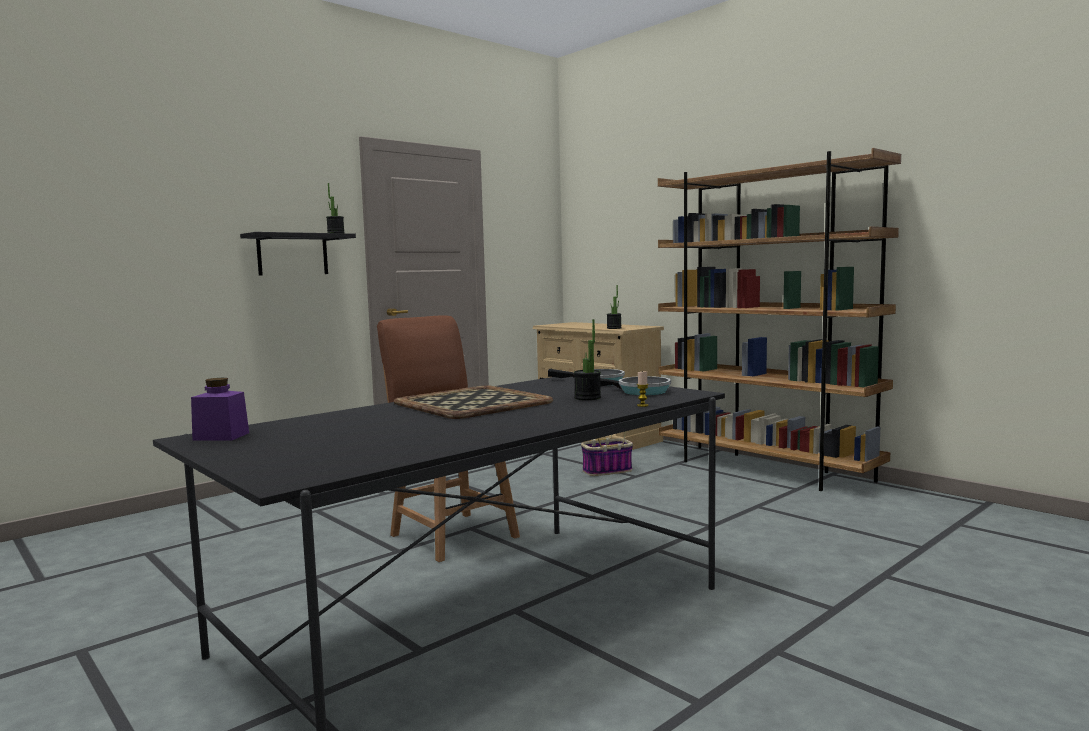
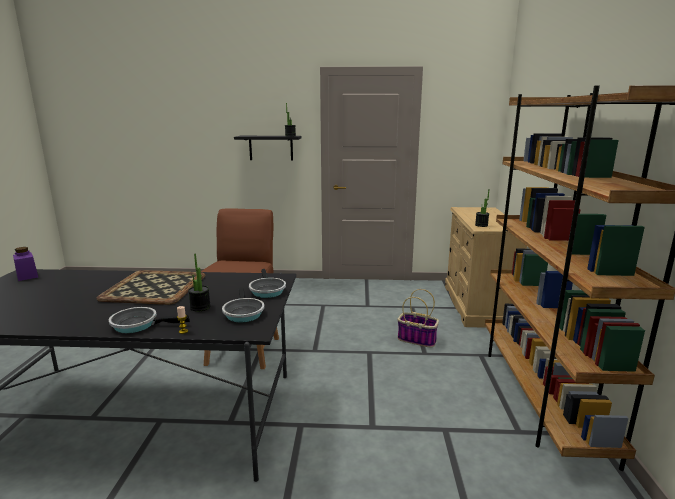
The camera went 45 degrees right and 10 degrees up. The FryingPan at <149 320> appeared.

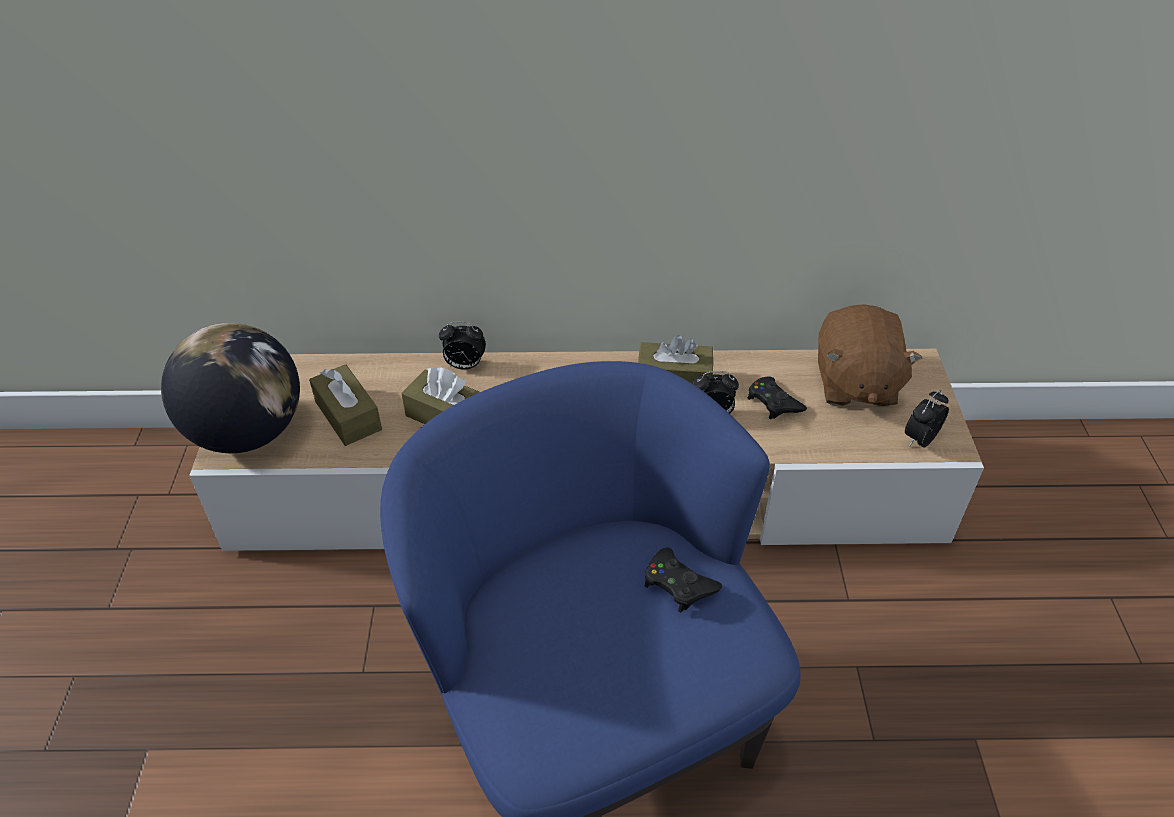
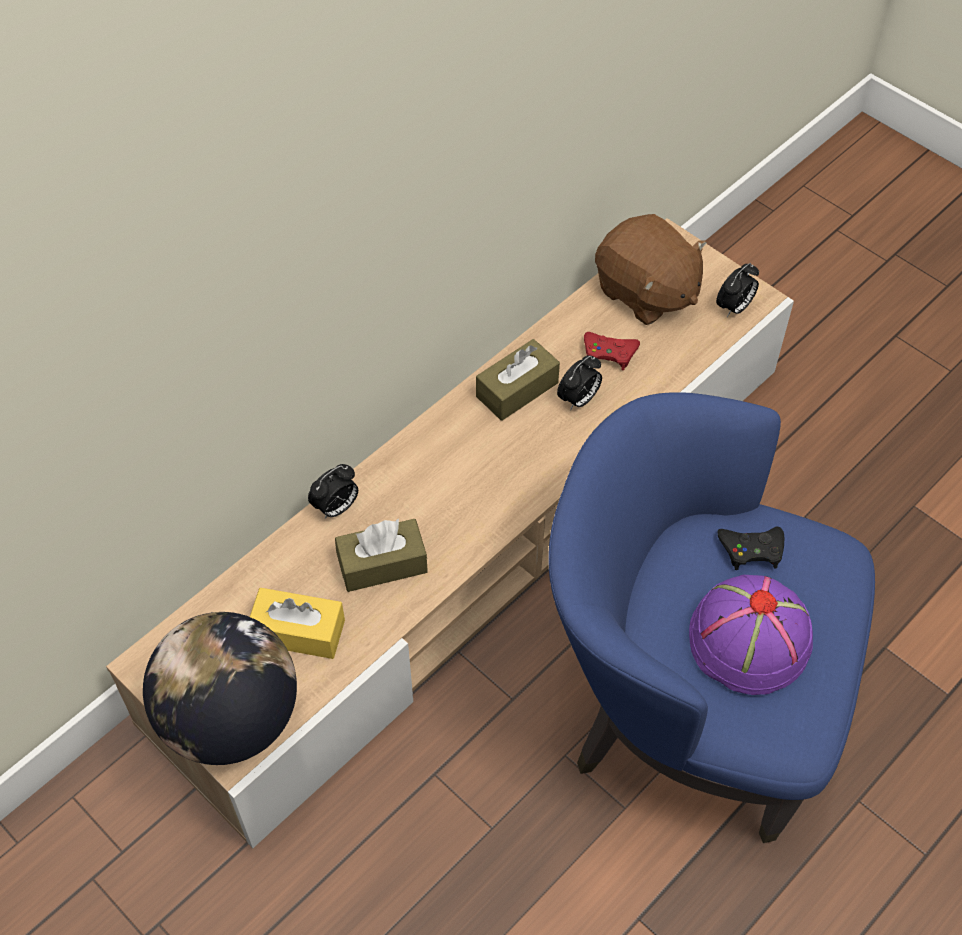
The camera went 45 degrees left and 10 degrees up. The BrownTissueBox at <345 405> became the YellowTissueBox at <297 623>. The BlackGameController at <777 397> became the RedGameController at <612 351>. The AlarmClock at <927 419> turned 135 degrees counterclockwise. The PurpleHat at <751 635> appeared.

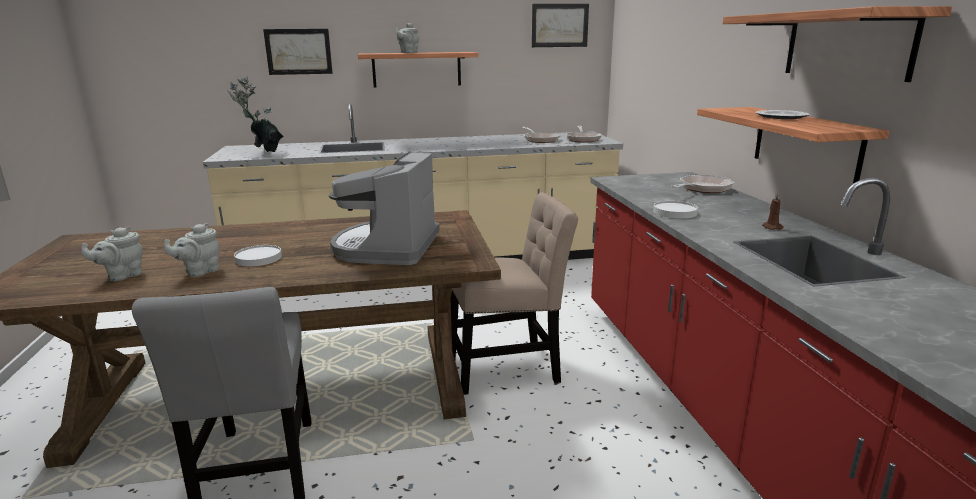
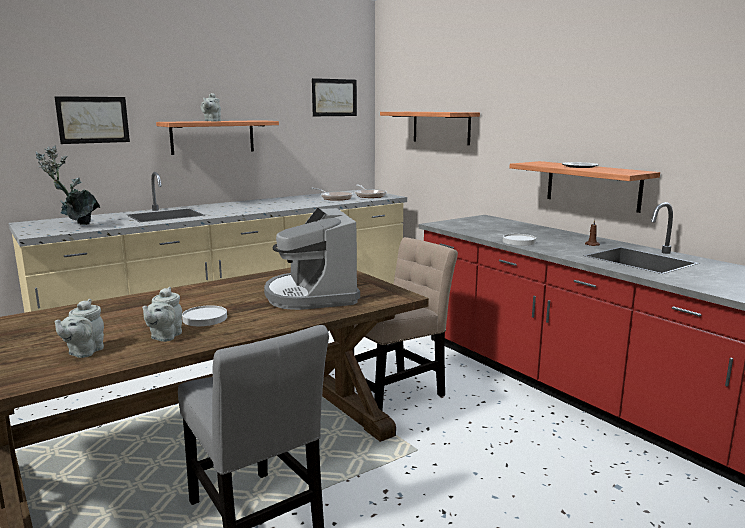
The camera went 25 degrees left and 5 degrees down. The FryingPan at <703 184> disappeared. The Shelf moved from <837 44> to <430 128>.

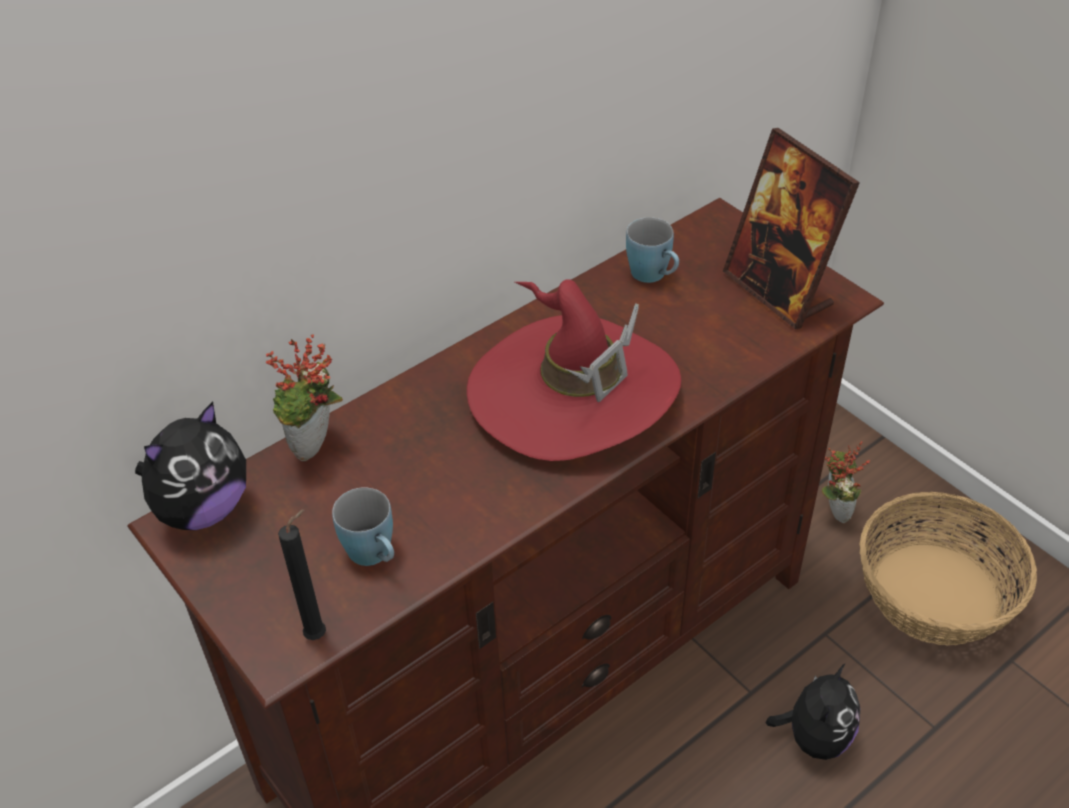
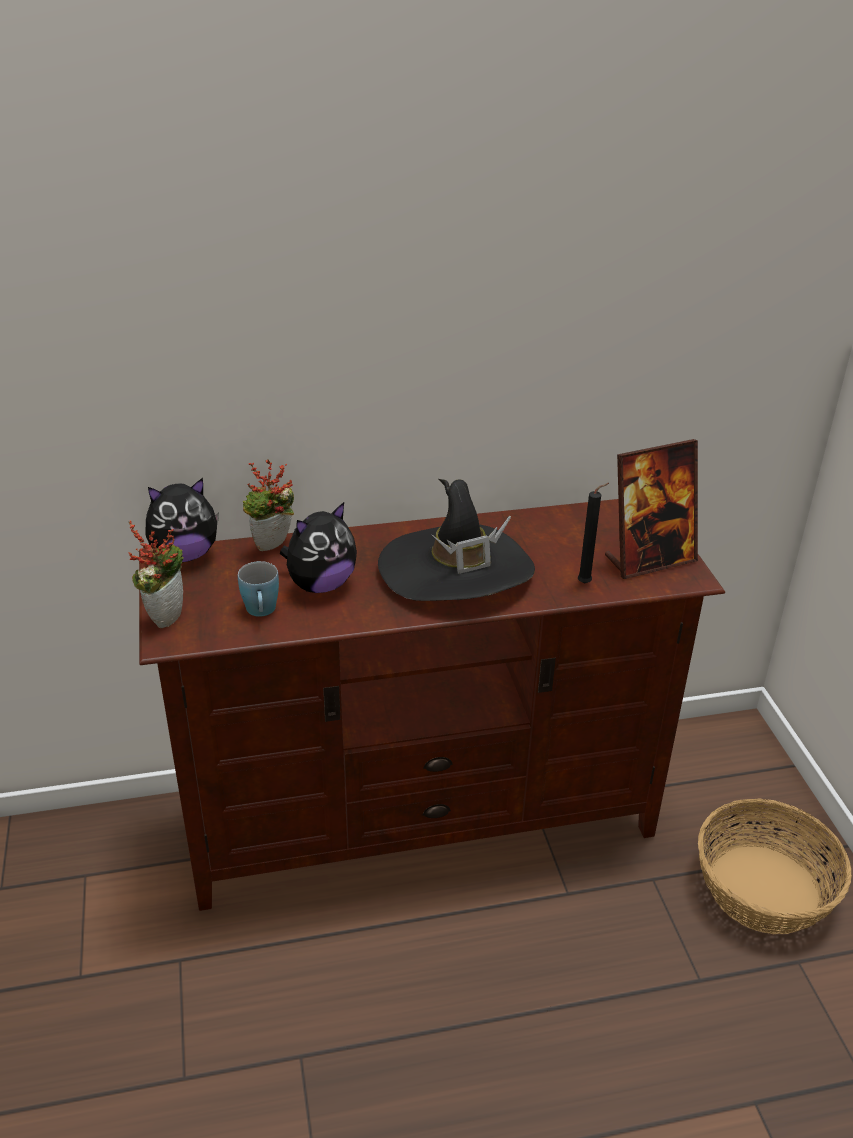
The camera went 25 degrees right and 10 degrees down. The BlackCandle moved from <302 574> to <593 533>. The RedHat at <574 370> became the BlackHat at <456 540>. The BlueMug at <652 250> disappeared. The PictureFrame at <791 229> turned 105 degrees counterclockwise. The PlushToy moved from <813 712> to <318 547>. The PottedPlant moved from <846 482> to <156 574>.

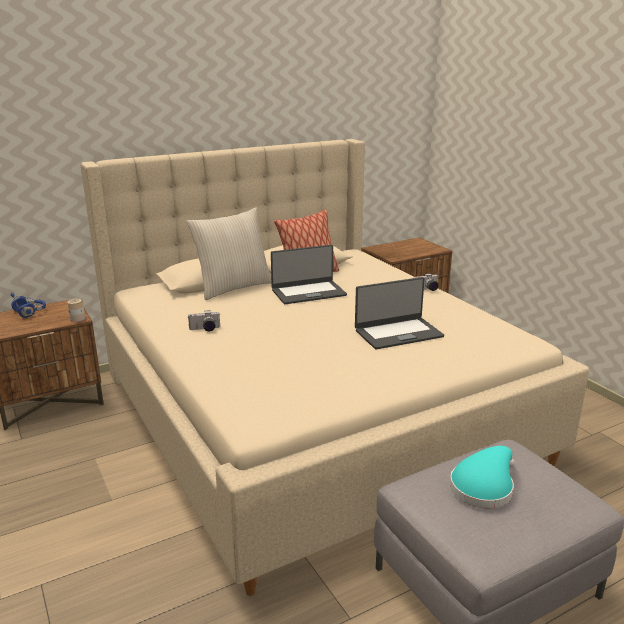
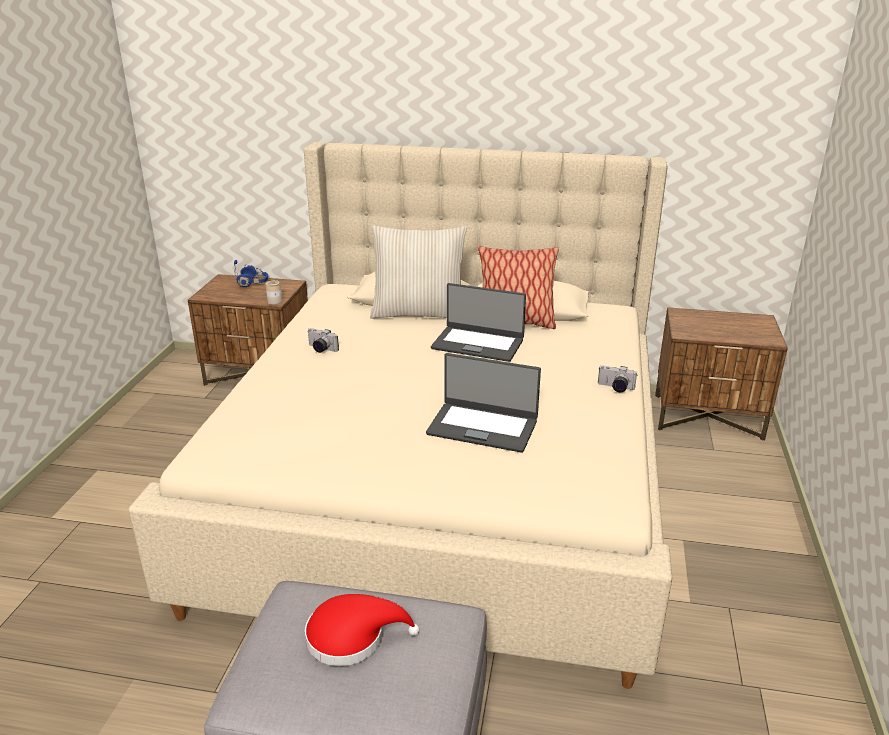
The camera went 40 degrees right and 5 degrees up. The TurquoiseHat at <482 477> became the RedHat at <362 630>.

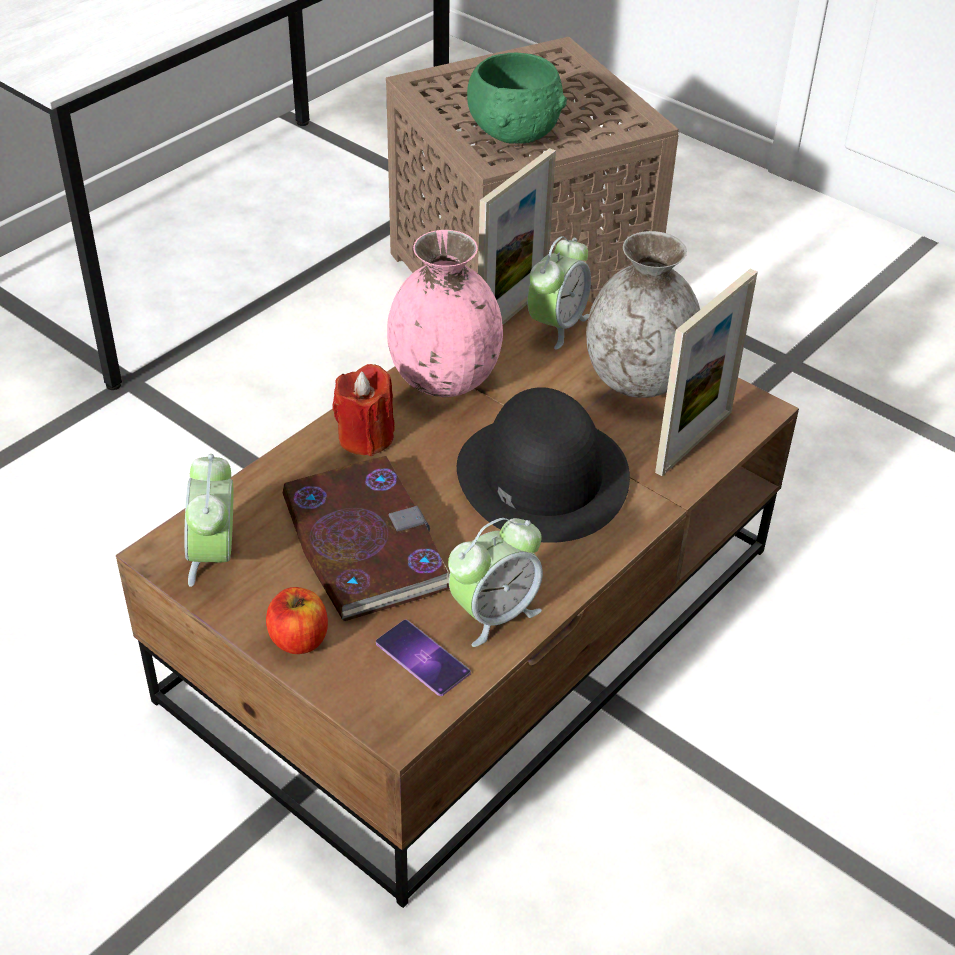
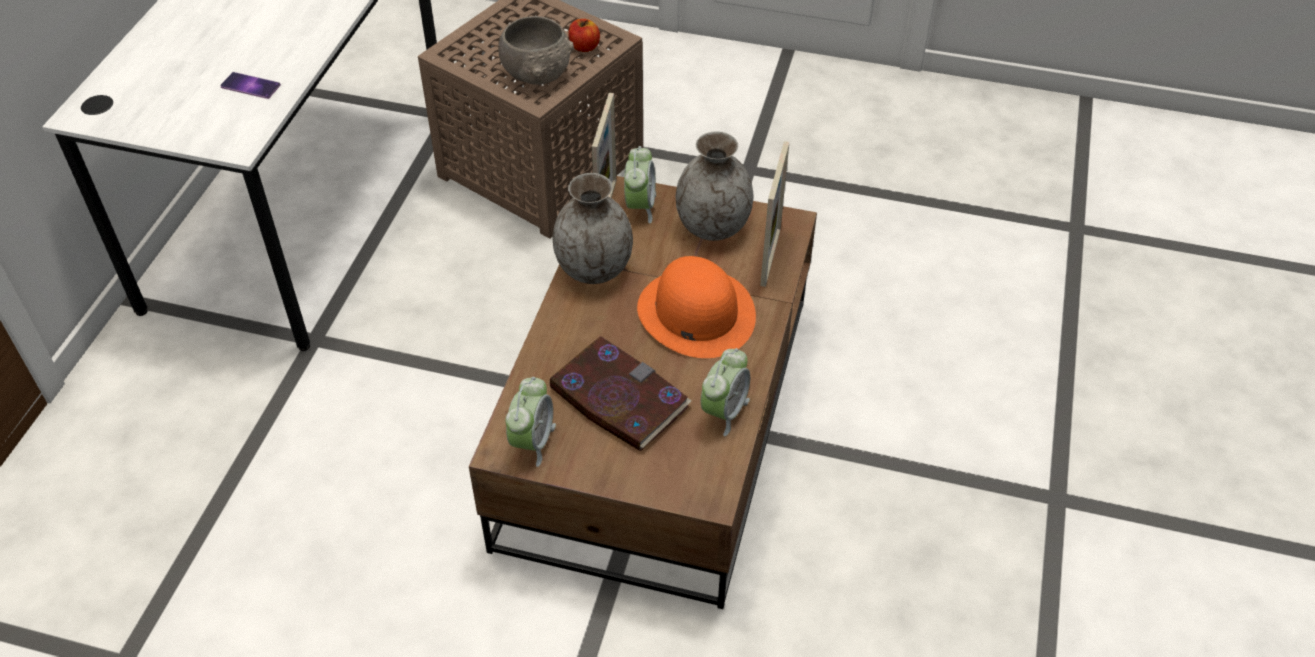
The camera went 25 degrees left and 5 degrees up. The AlarmClock at <208 520> turned 135 degrees counterclockwise. The Apple moved from <297 620> to <584 35>. The RedCandle at <363 410> disappeared. The Phone moved from <423 658> to <250 85>. The PinkVase at <445 313> became the GreyVase at <593 228>. The BlackHat at <543 465> became the OrangeHat at <696 307>. The GreenBowl at <517 98> became the GreyBowl at <536 50>.

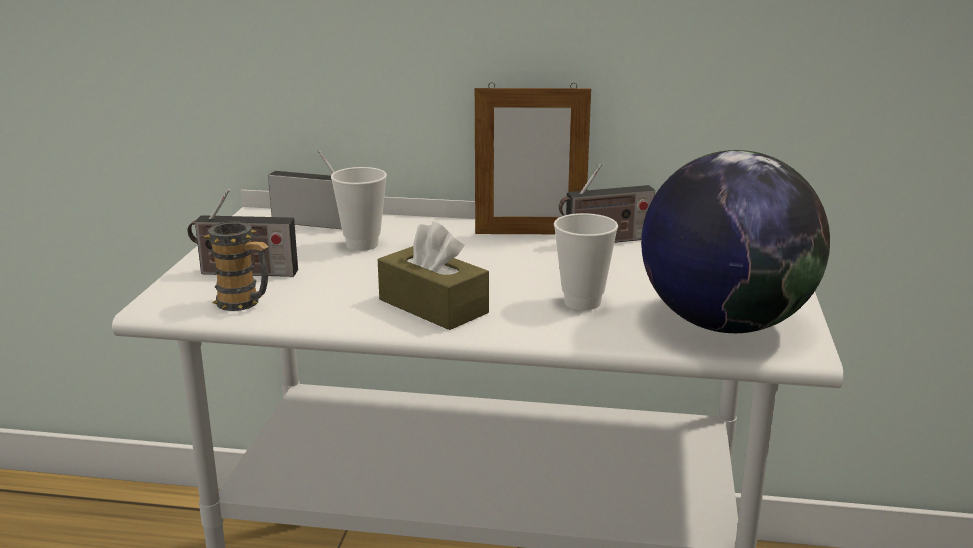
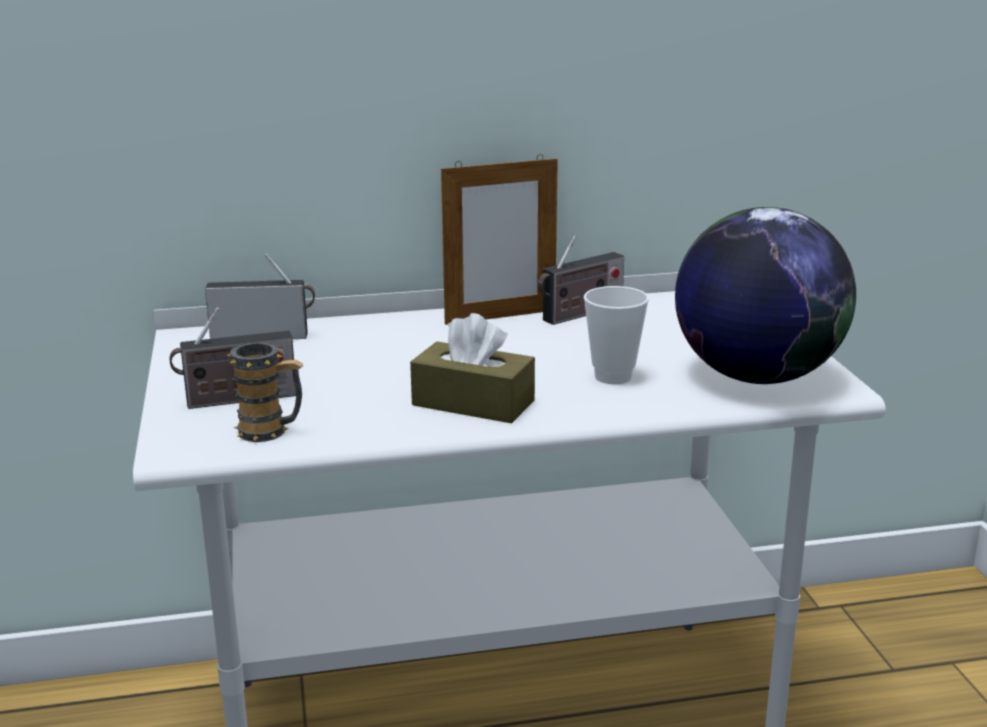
The camera went 20 degrees left and 0 degrees up. The Cup at <359 209> disappeared.

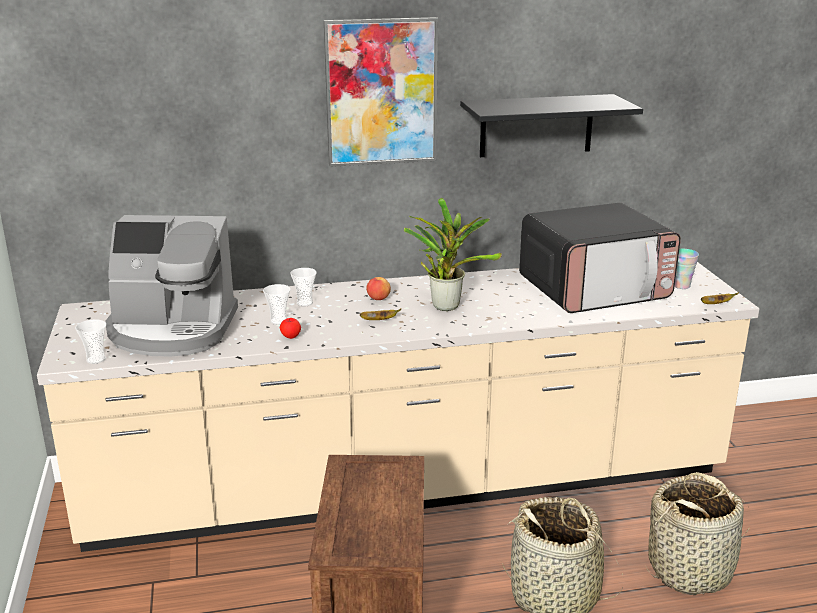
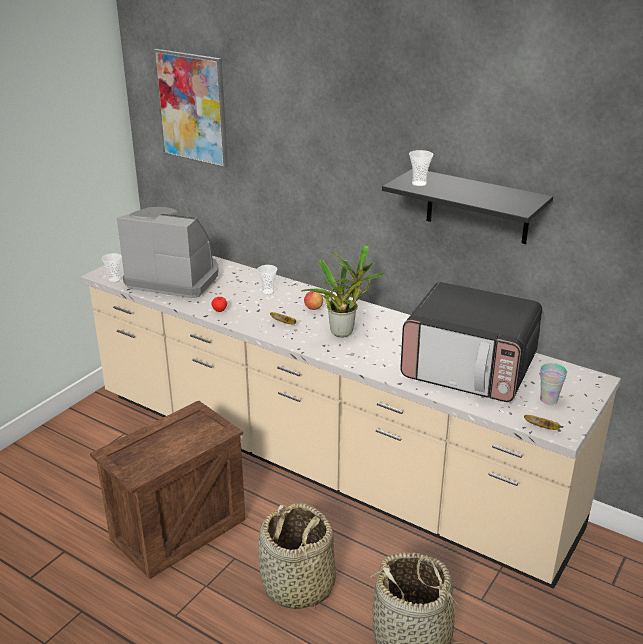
The camera went 45 degrees right and 5 degrees up. The CoffeeMachine at <172 285> turned 150 degrees clockwise. The Cup moved from <276 304> to <421 168>. The Picture moved from <381 92> to <190 108>.

